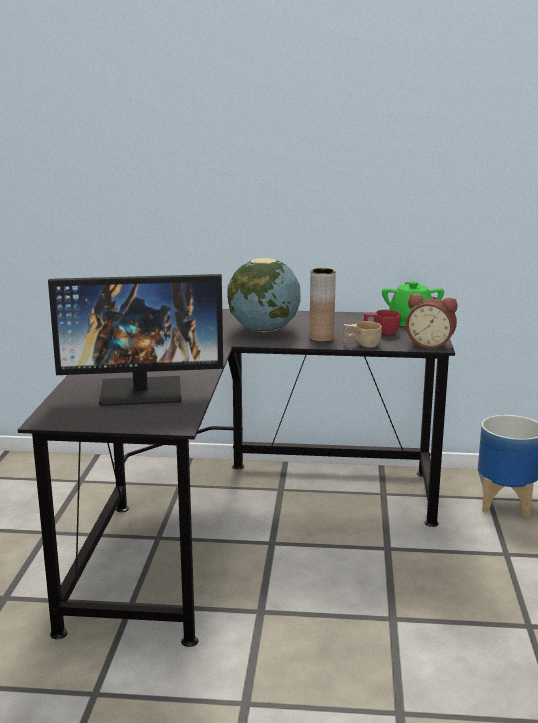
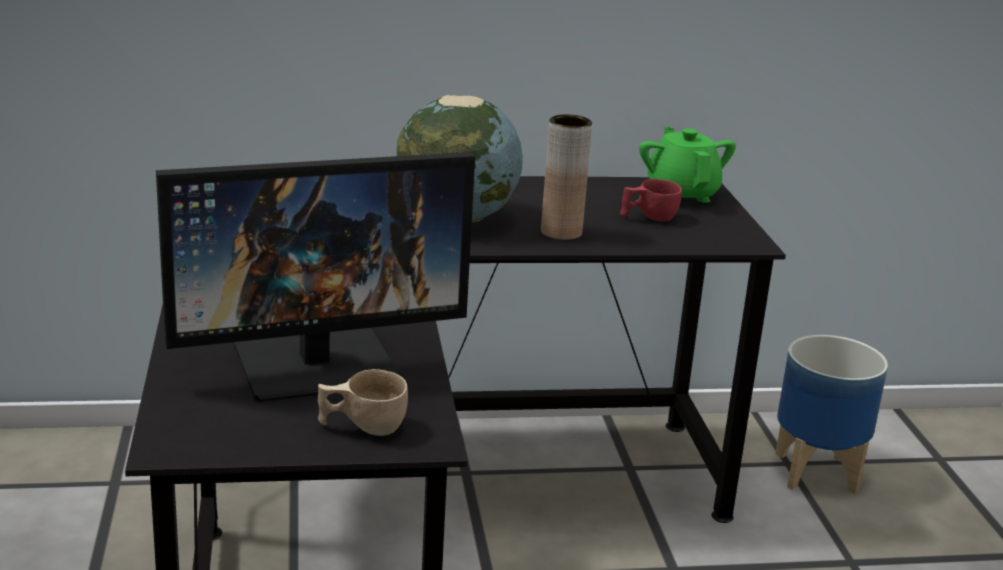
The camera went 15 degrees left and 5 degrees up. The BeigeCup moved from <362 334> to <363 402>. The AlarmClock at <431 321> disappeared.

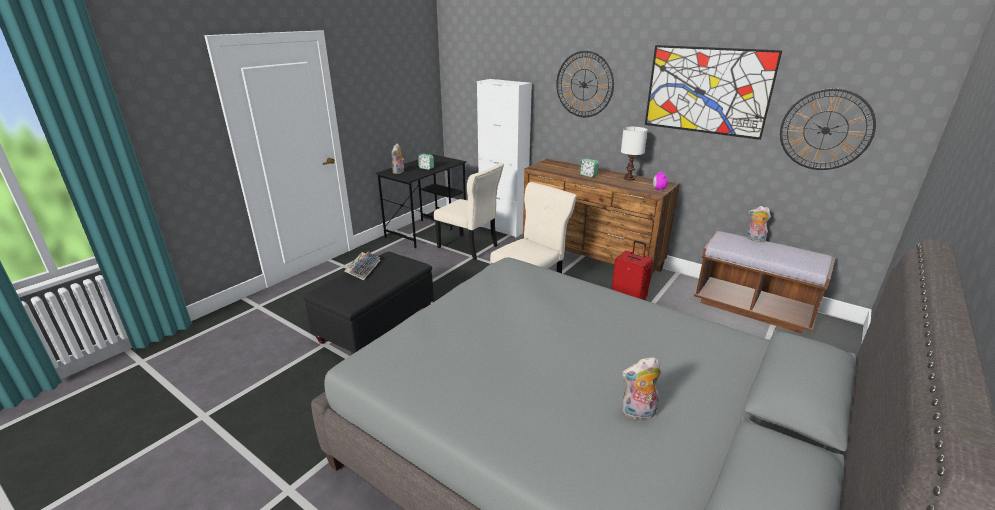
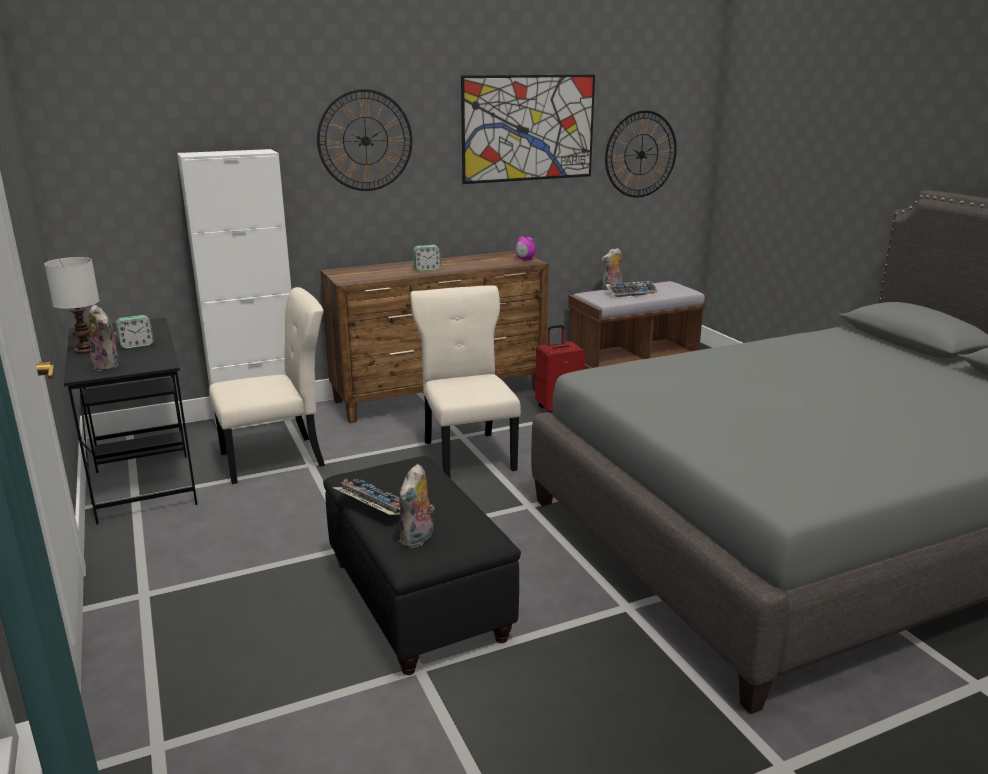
The camera went 60 degrees left and 5 degrees down. The WhiteTableLamp moved from <634 153> to <71 305>. The PlushToy moved from <641 388> to <417 506>. The Keyboard at <631 290> appeared.

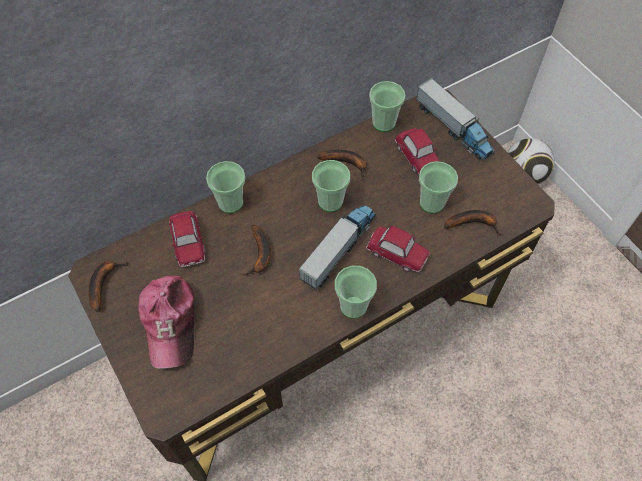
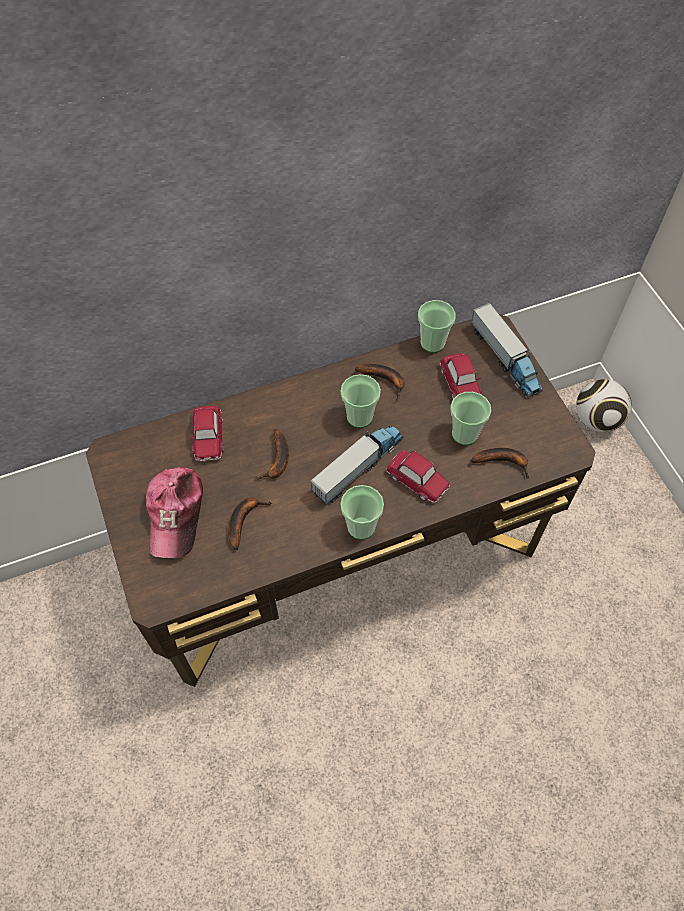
The camera went 10 degrees right and 0 degrees up. The Banana moved from <109 286> to <250 523>. The Cup at <225 187> disappeared.

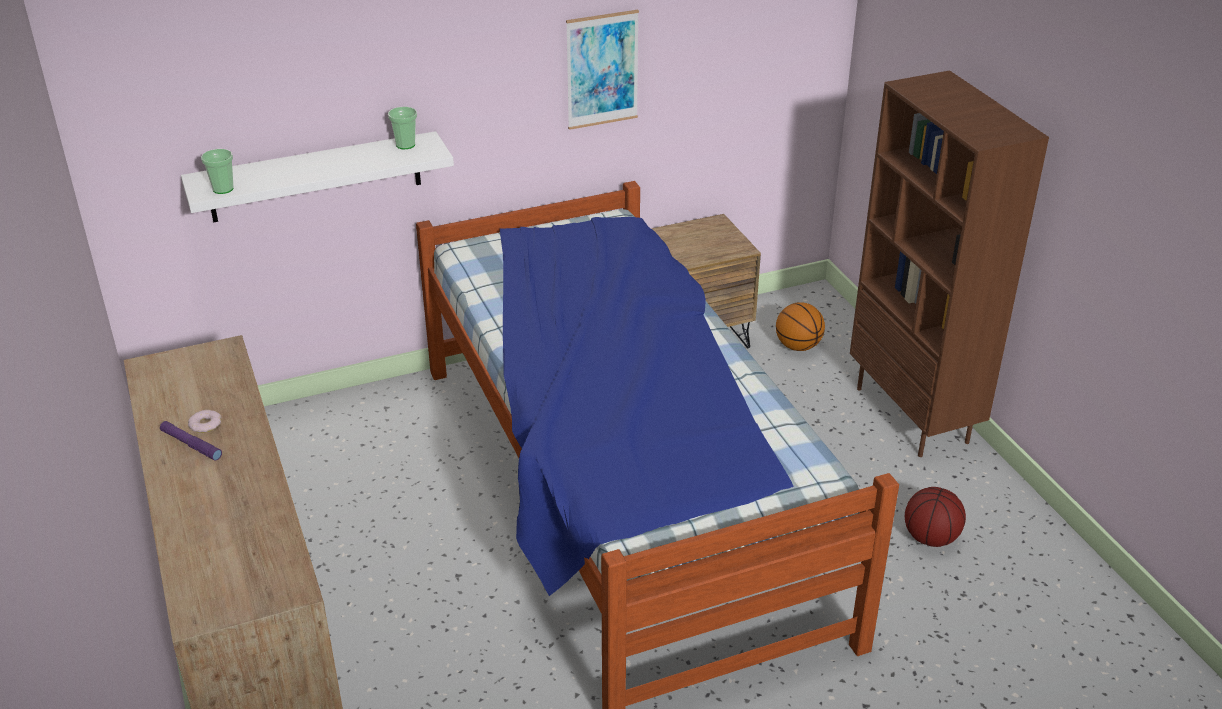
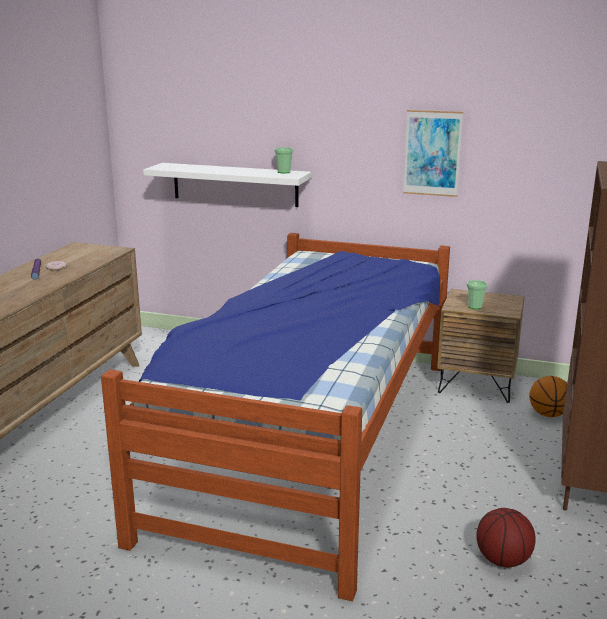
The camera went 40 degrees right and 15 degrees down. The Cup moved from <217 171> to <477 294>.

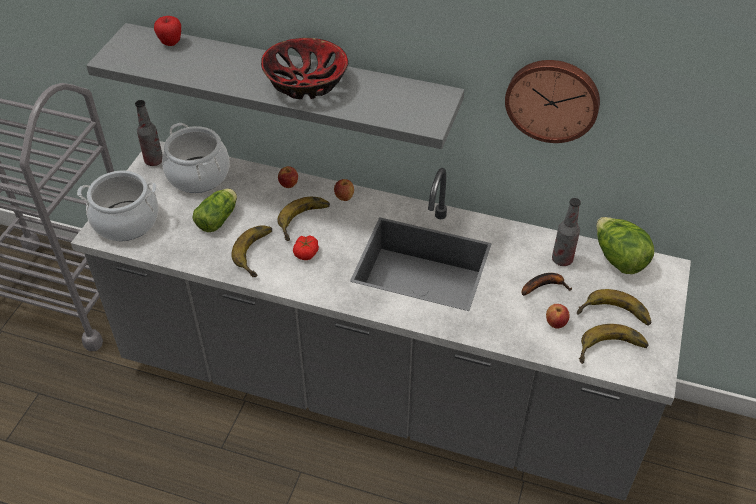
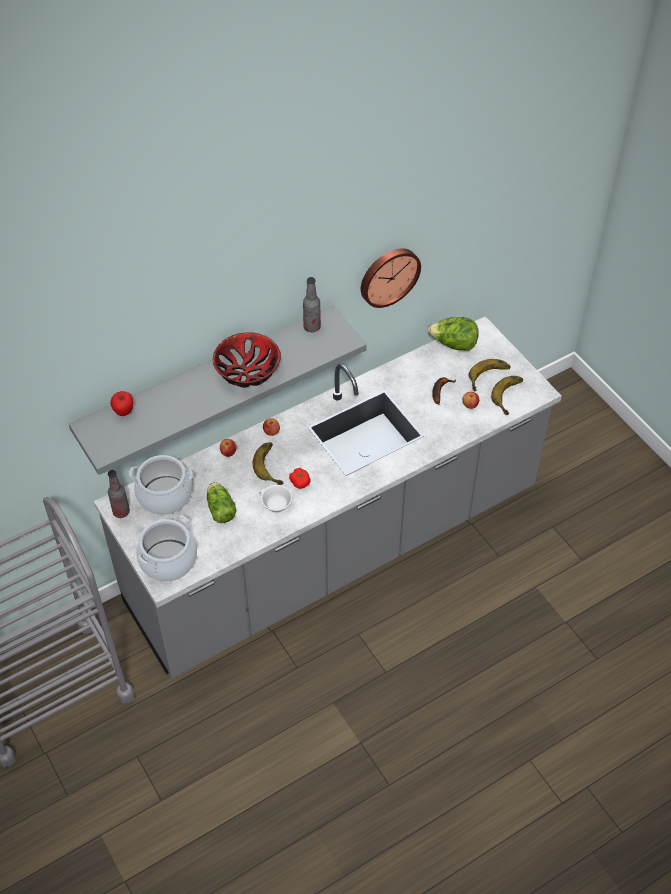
The camera went 50 degrees left and 5 degrees up. The Banana at <251 251> was replaced by the WhiteCup at <275 499>. The Bottle moved from <566 232> to <312 304>.

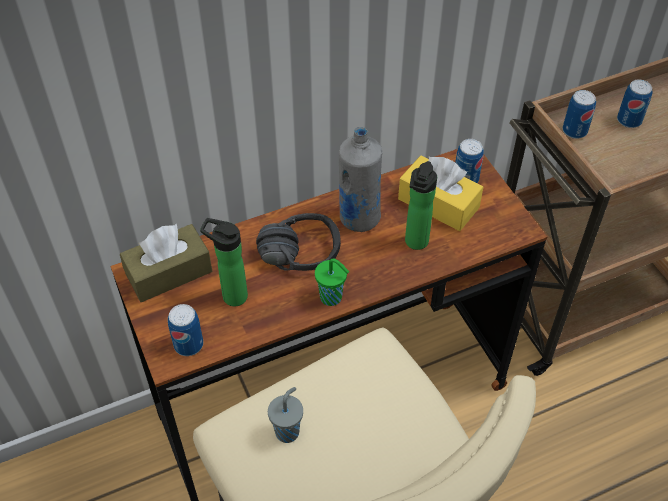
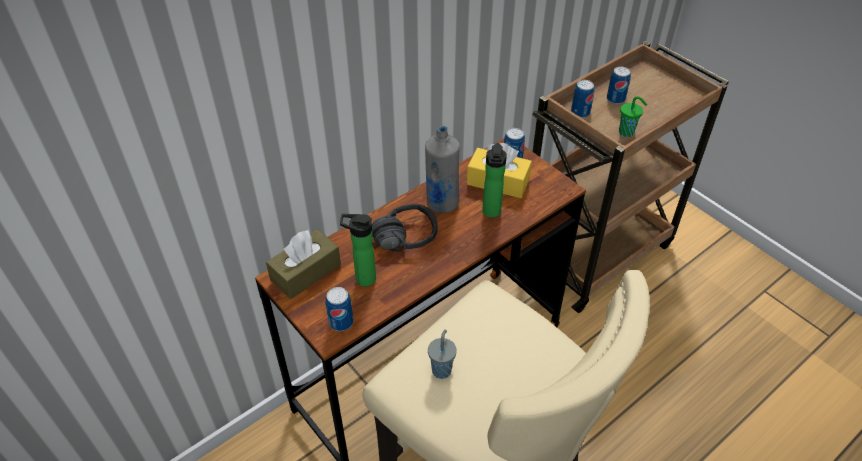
The camera went 15 degrees left and 5 degrees down. The GreenCup moved from <332 282> to <633 116>.

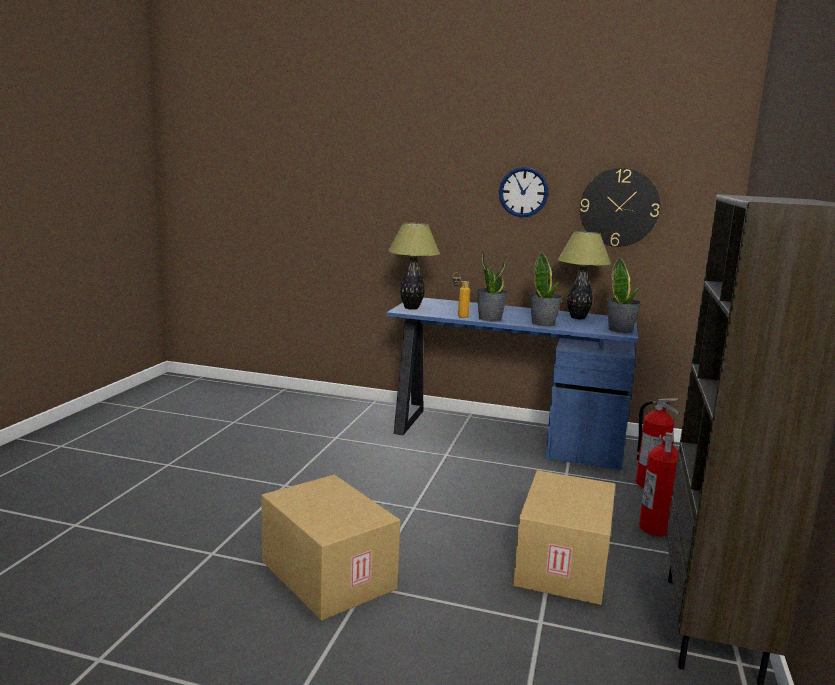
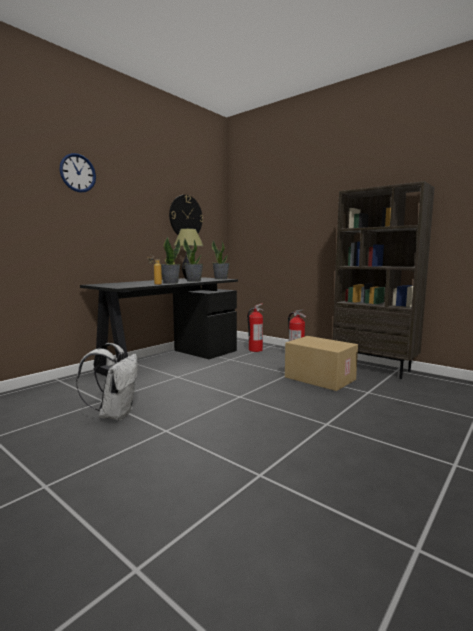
The camera went 65 degrees left and 5 degrees down. The CardboardBox at <330 548> disappeared. The BlueDesk at <512 384> became the BlackDesk at <159 326>. The TableLamp at <414 266> disappeared. The WallClock moved from <523 192> to <78 172>. The WhiteBackpack at <106 381> appeared.

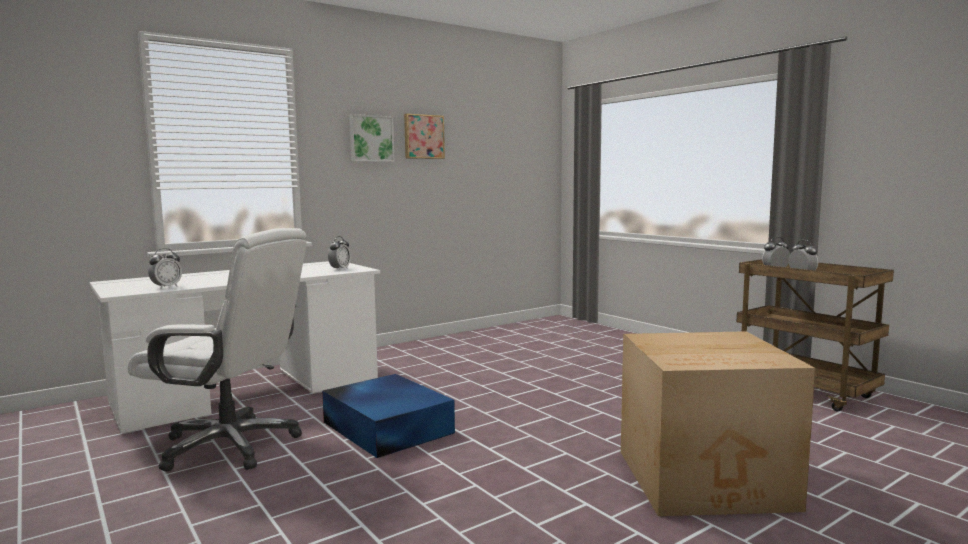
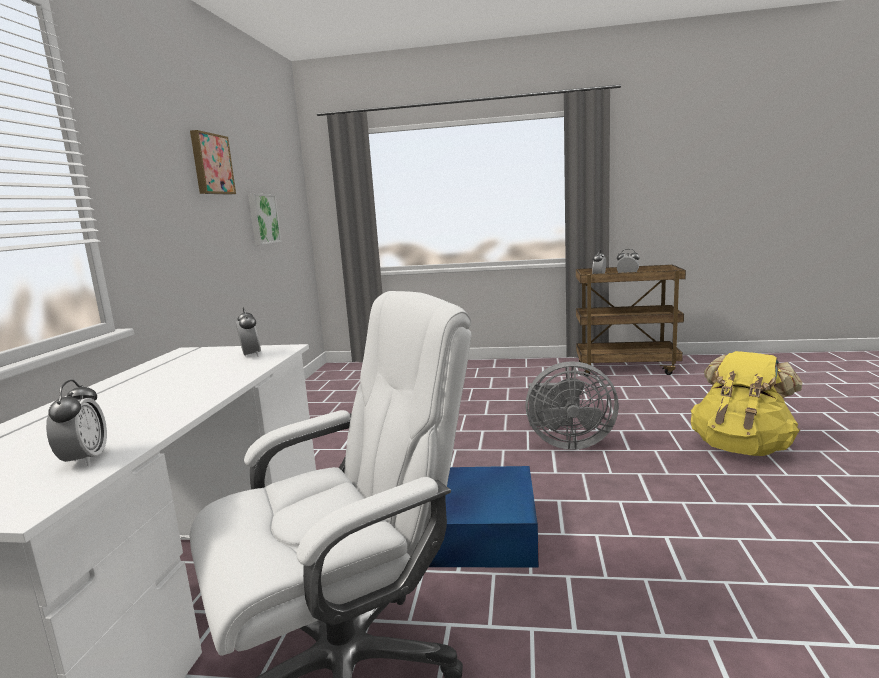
The camera went 45 degrees left and 5 degrees up. The Picture moved from <372 138> to <265 219>. The CardboardBox at <718 423> was replaced by the YellowBackpack at <746 403>. The GreyFan at <572 405> appeared.

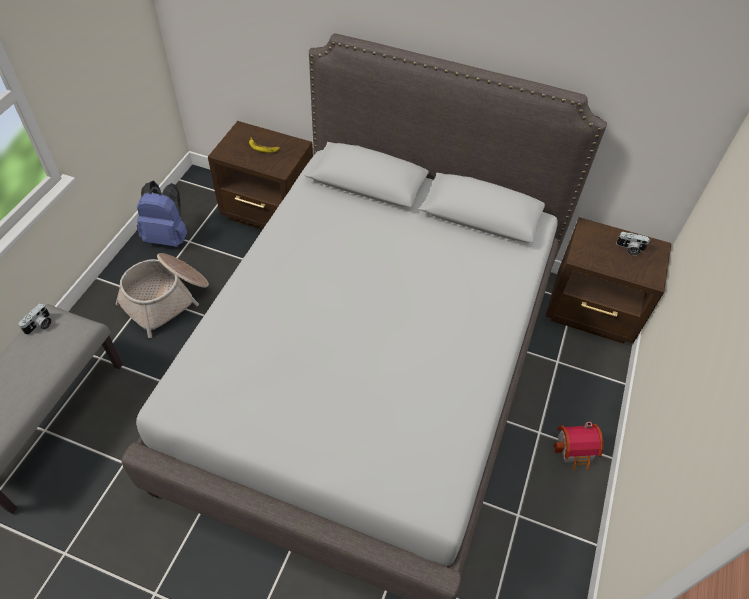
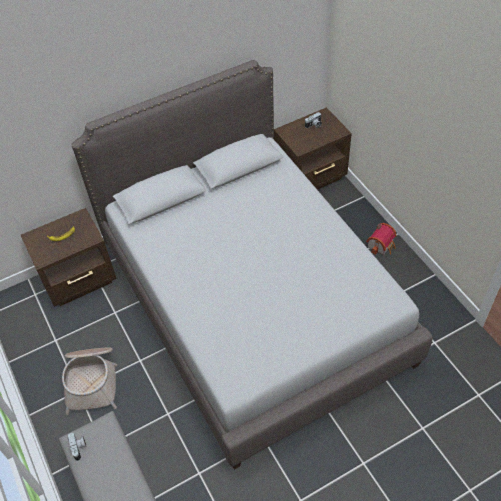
The camera went 45 degrees left and 0 degrees up. The BlueBackpack at <162 213> disappeared.

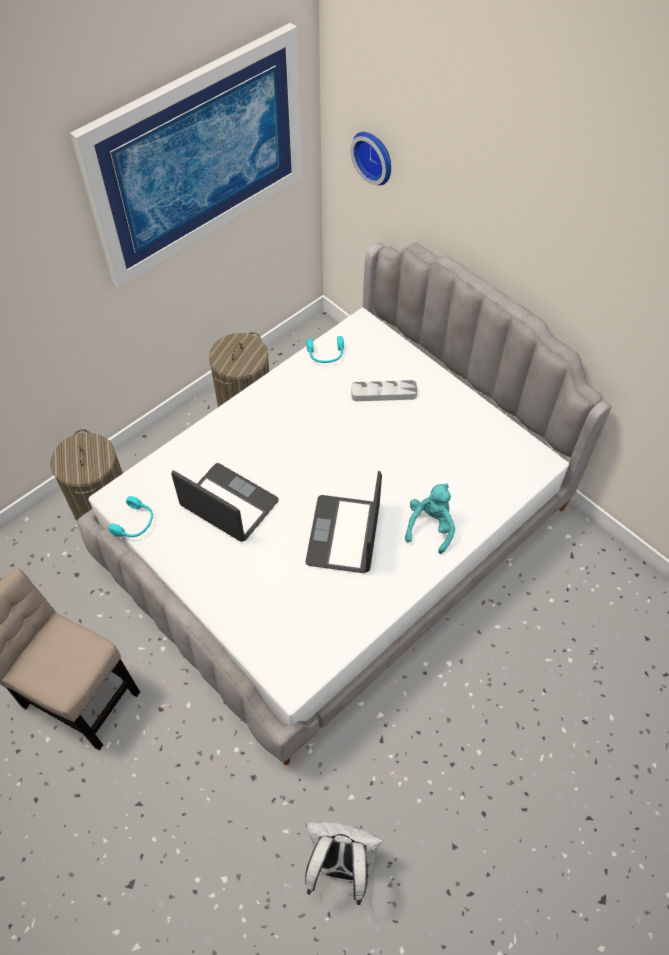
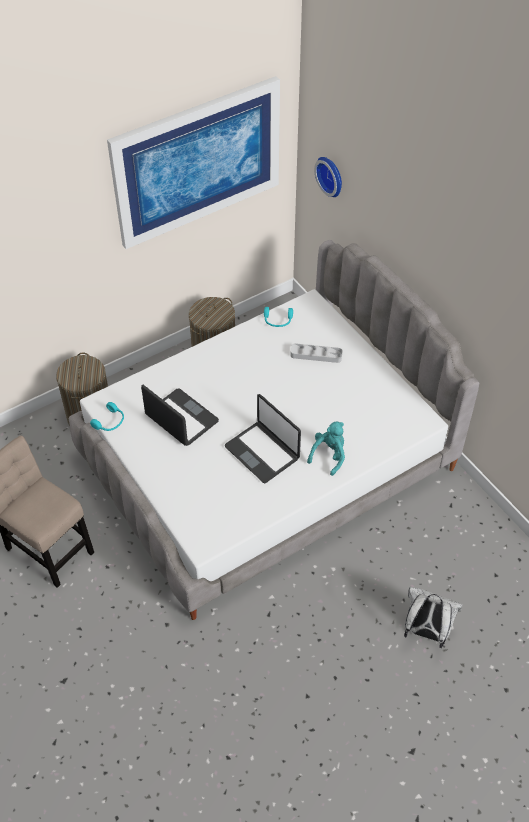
The camera went 10 degrees right and 5 degrees down. The Laptop at <343 522> turned 60 degrees counterclockwise. The WhiteBackpack moved from <344 863> to <433 617>.

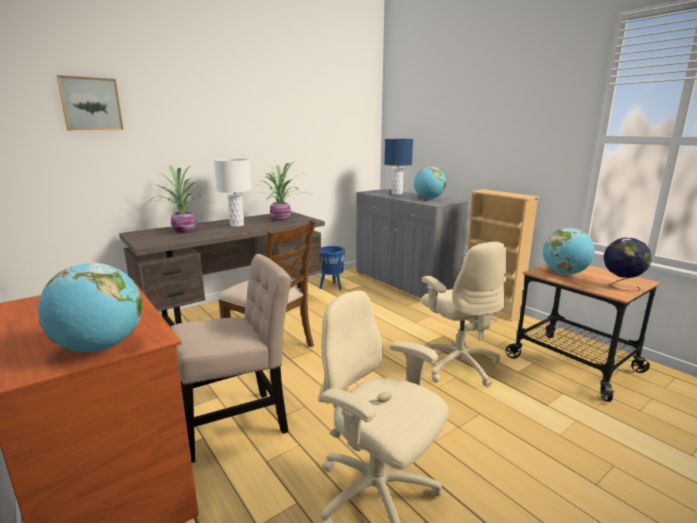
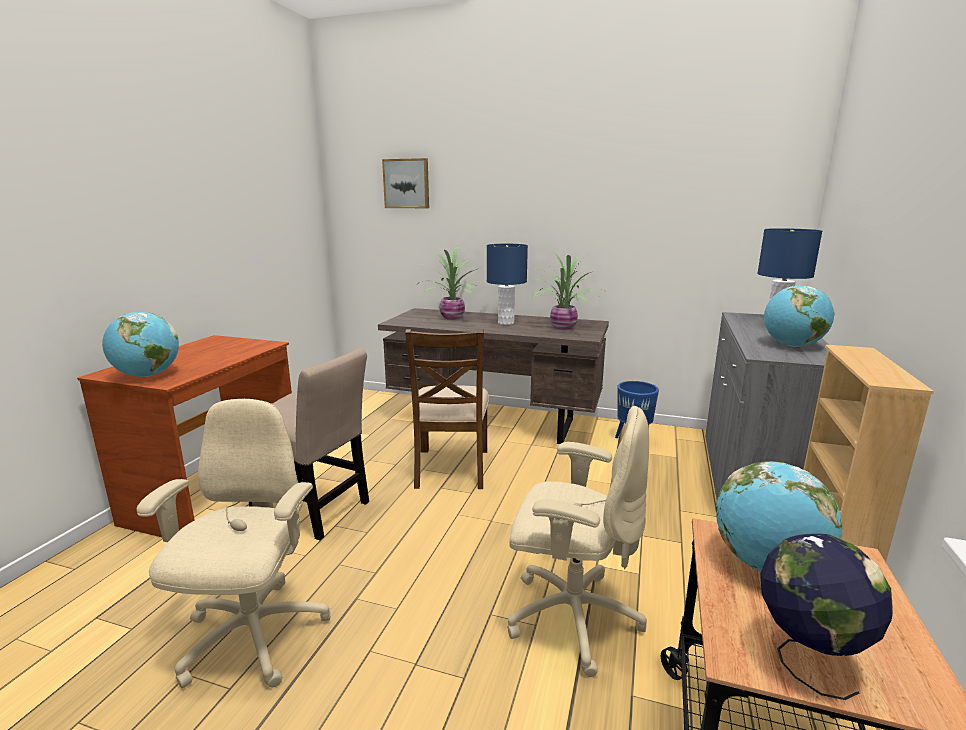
The camera went 55 degrees right and 0 degrees up. The WhiteTableLamp at <233 193> became the BlueTableLamp at <507 284>. The BeigeOfficeChair at <464 315> turned 105 degrees counterclockwise.

